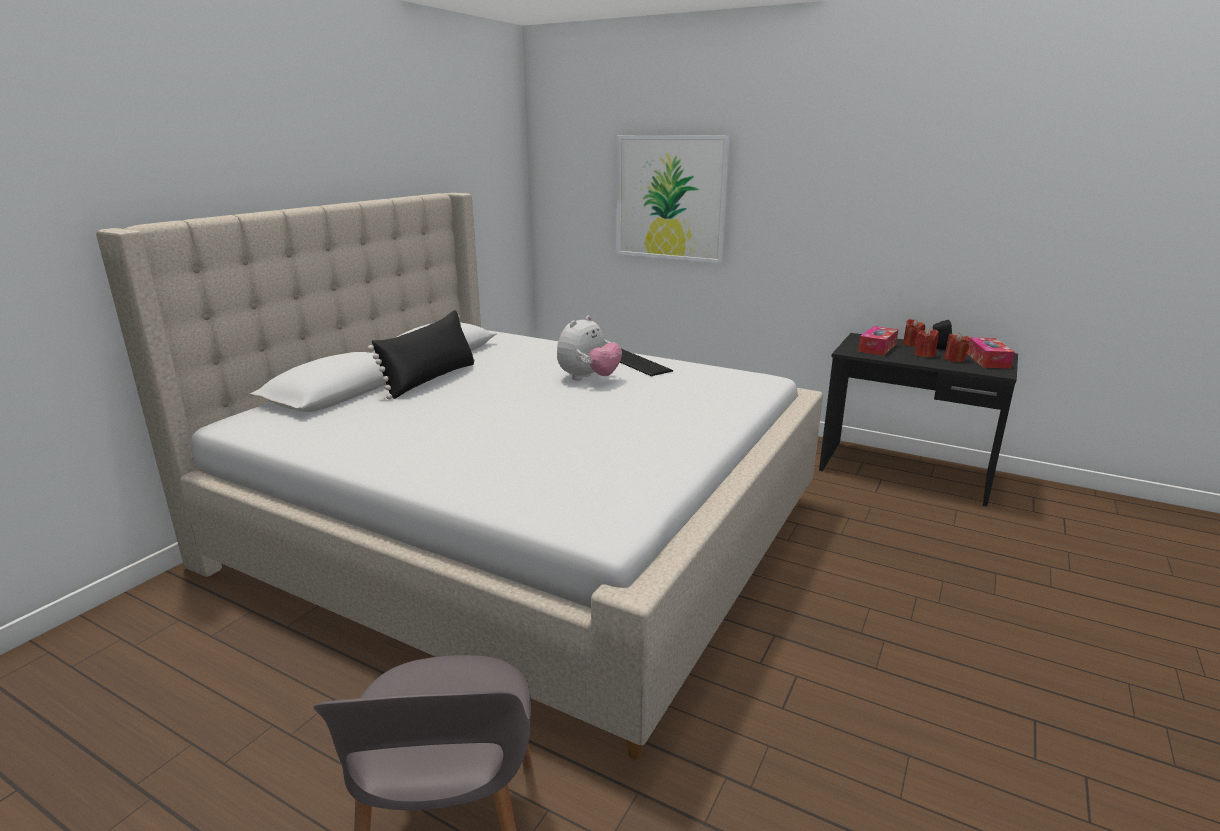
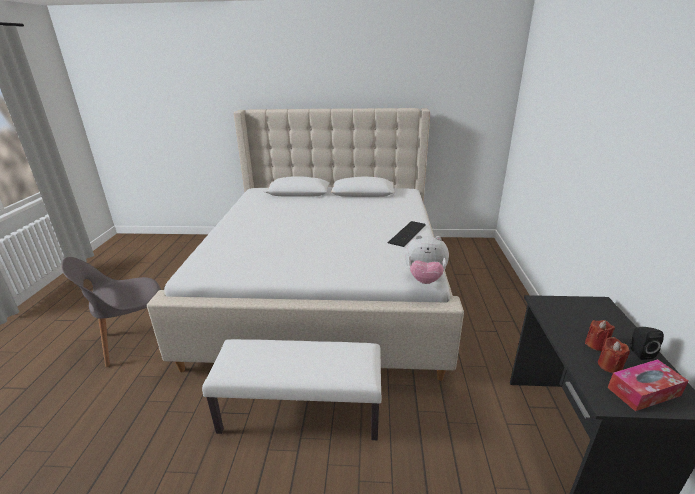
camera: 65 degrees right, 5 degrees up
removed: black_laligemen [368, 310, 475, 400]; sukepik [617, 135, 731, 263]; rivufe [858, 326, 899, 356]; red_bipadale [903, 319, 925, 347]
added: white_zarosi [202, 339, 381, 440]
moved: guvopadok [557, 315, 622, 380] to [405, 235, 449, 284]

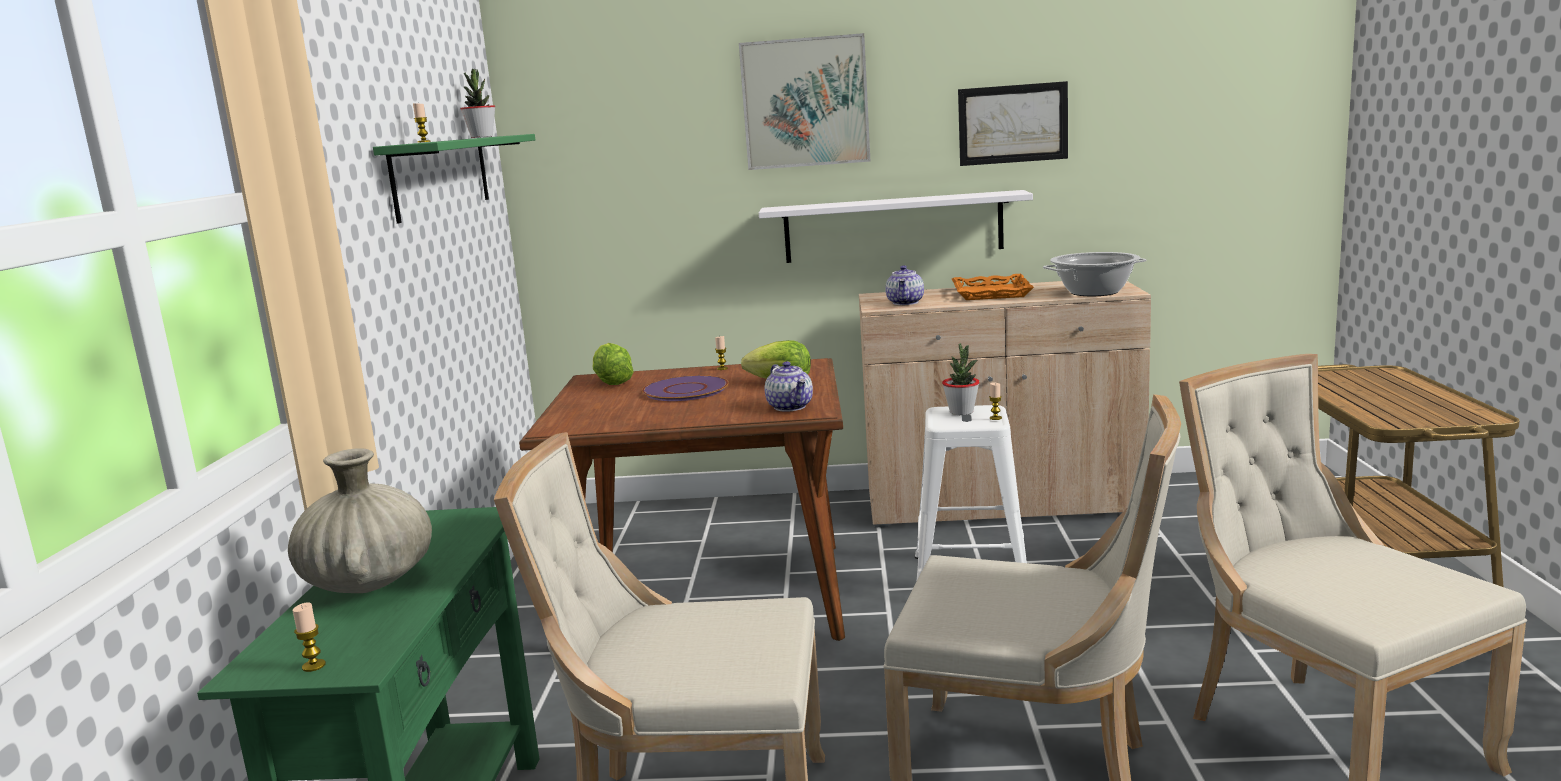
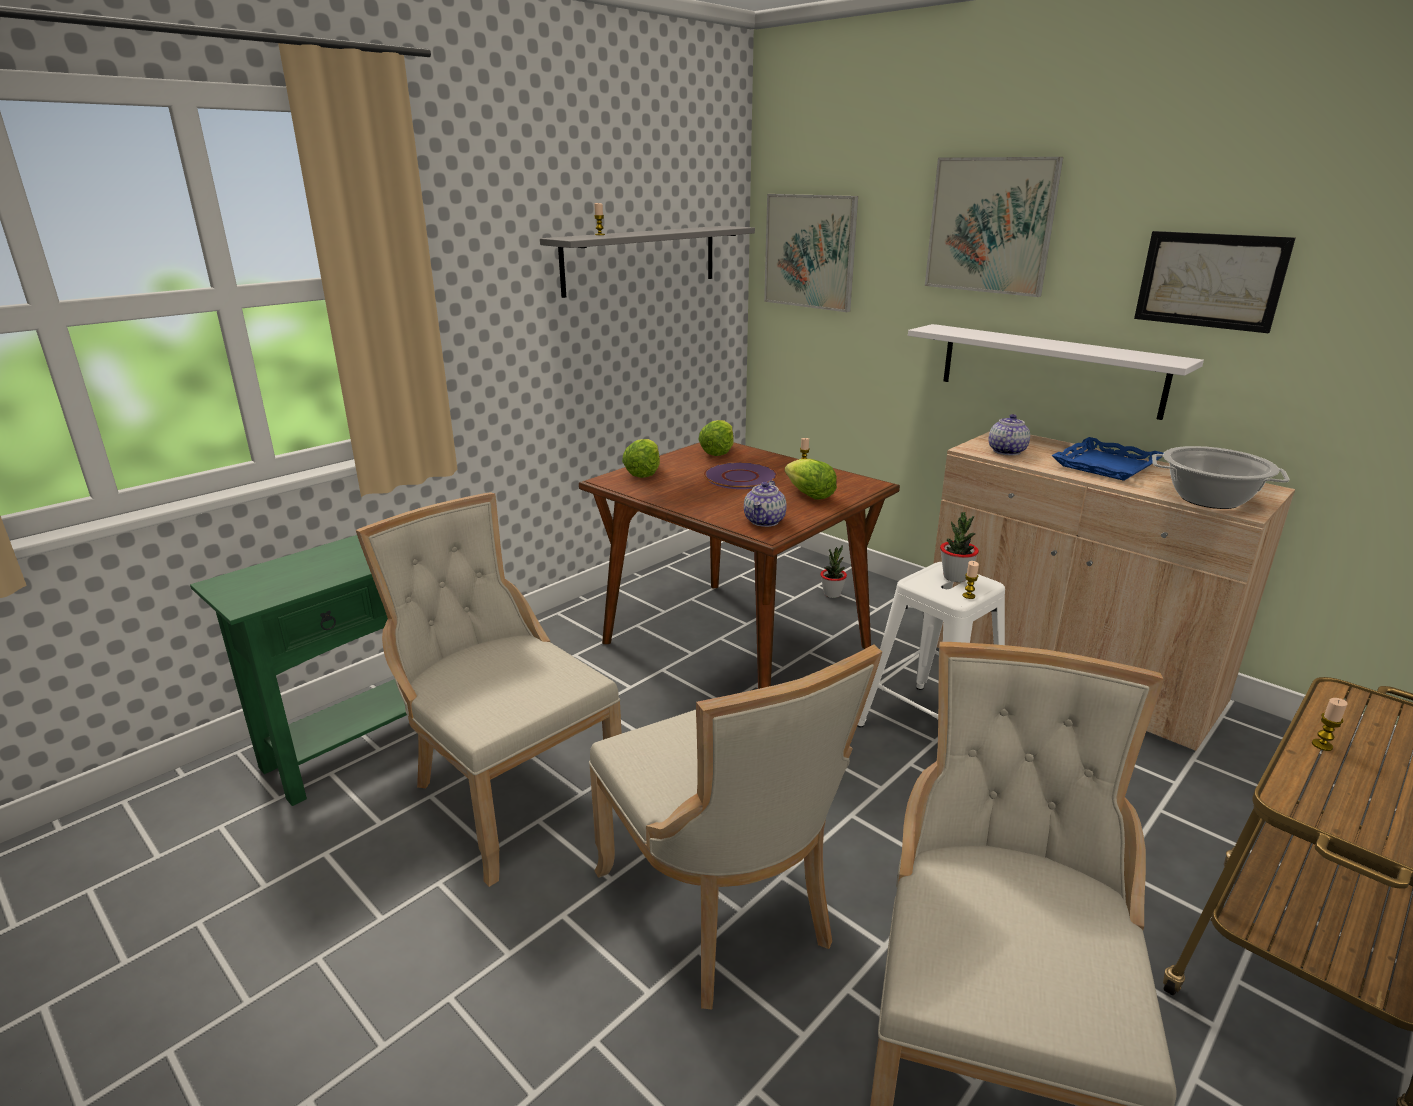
camera: 40 degrees right, 10 degrees up
removed: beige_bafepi [288, 448, 432, 593]
added: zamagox [622, 439, 660, 478]; sukepik [764, 194, 858, 312]
moved: bipadale [293, 602, 326, 672] to [1312, 698, 1348, 751]; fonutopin [460, 69, 495, 138] to [820, 545, 847, 598]
recoloured: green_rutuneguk [373, 134, 535, 224] to grey_rutuneguk [540, 226, 755, 298]; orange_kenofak [952, 274, 1034, 300] to blue_kenofak [1051, 437, 1163, 481]
turned: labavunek [885, 265, 924, 305] = [989, 414, 1030, 455] 150 degrees clockwise

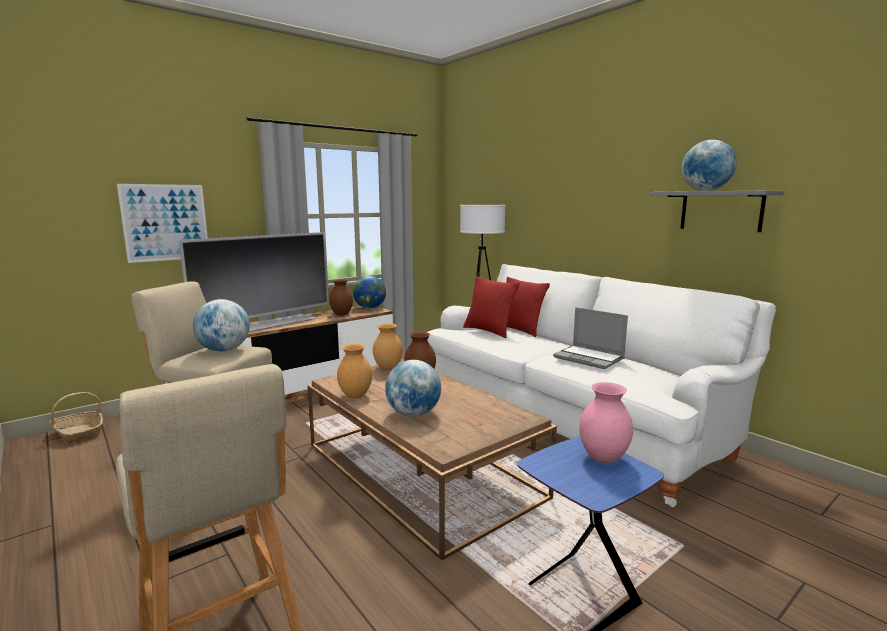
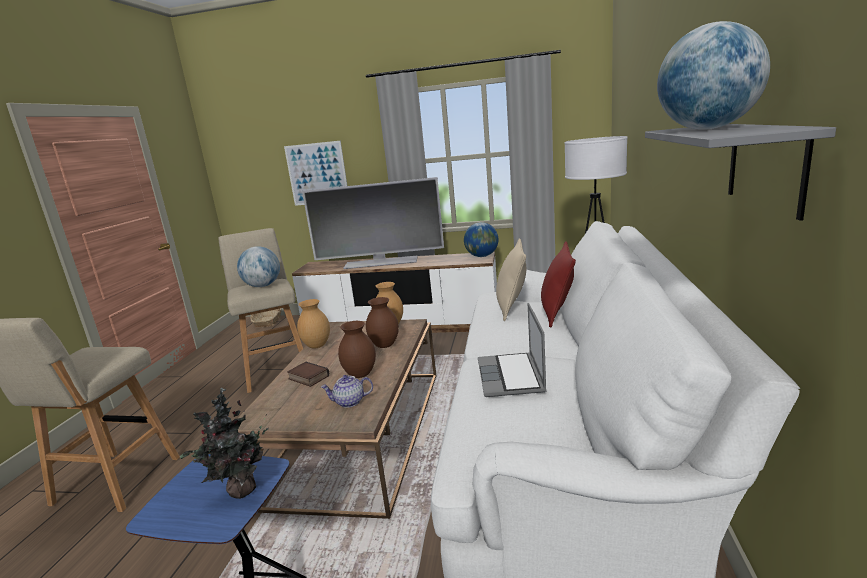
camera: 50 degrees right, 5 degrees up
added: labavunek [321, 375, 373, 408]
moved: brown_bafepi [329, 279, 353, 315] to [338, 321, 376, 378]
replaced: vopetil [385, 360, 441, 417] to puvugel [287, 362, 329, 387]; pink_bafepi [579, 382, 633, 463] to fonutopin [180, 388, 269, 499]
recoloured: red_laligemen [463, 276, 520, 338] to beige_laligemen [496, 238, 526, 321]

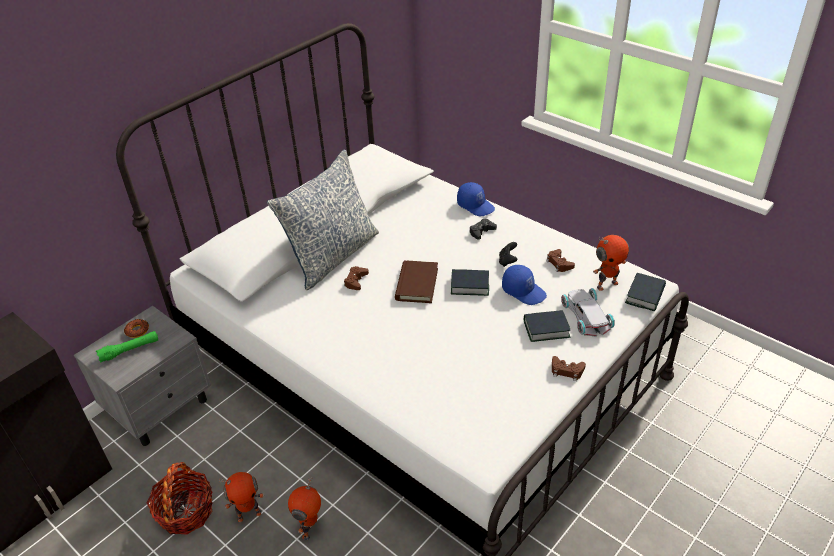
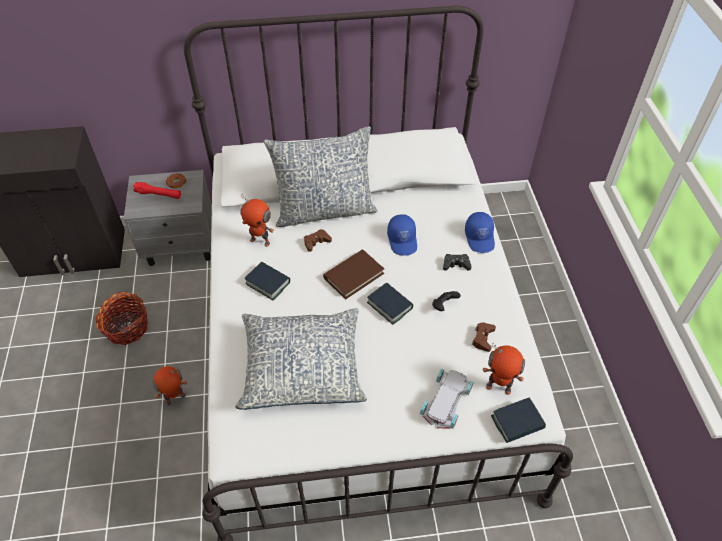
camera: 40 degrees right, 10 degrees up
removed: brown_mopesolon [552, 356, 586, 381]
added: laligemen [235, 308, 367, 410]
moved: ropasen [219, 472, 264, 522] to [240, 195, 274, 247]; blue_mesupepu [502, 265, 547, 305] to [387, 214, 417, 256]; puvugel [524, 310, 571, 342] to [244, 262, 290, 300]
recoloured: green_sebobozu [96, 331, 158, 363] to red_sebobozu [133, 182, 181, 199]

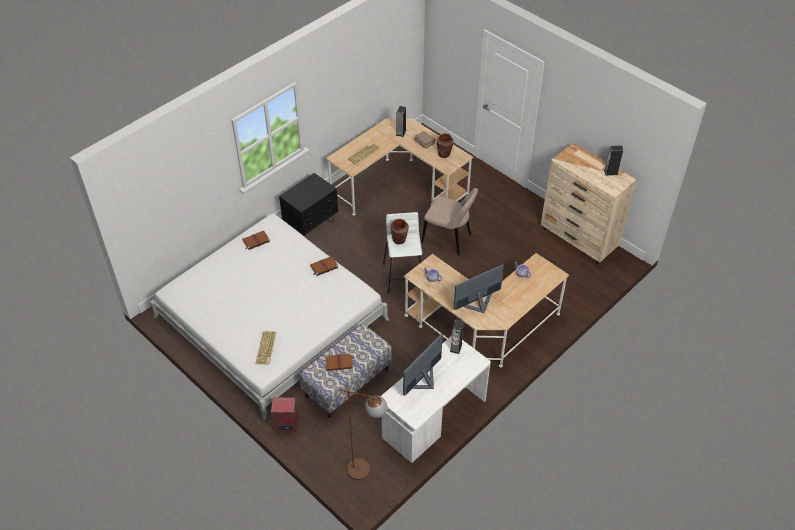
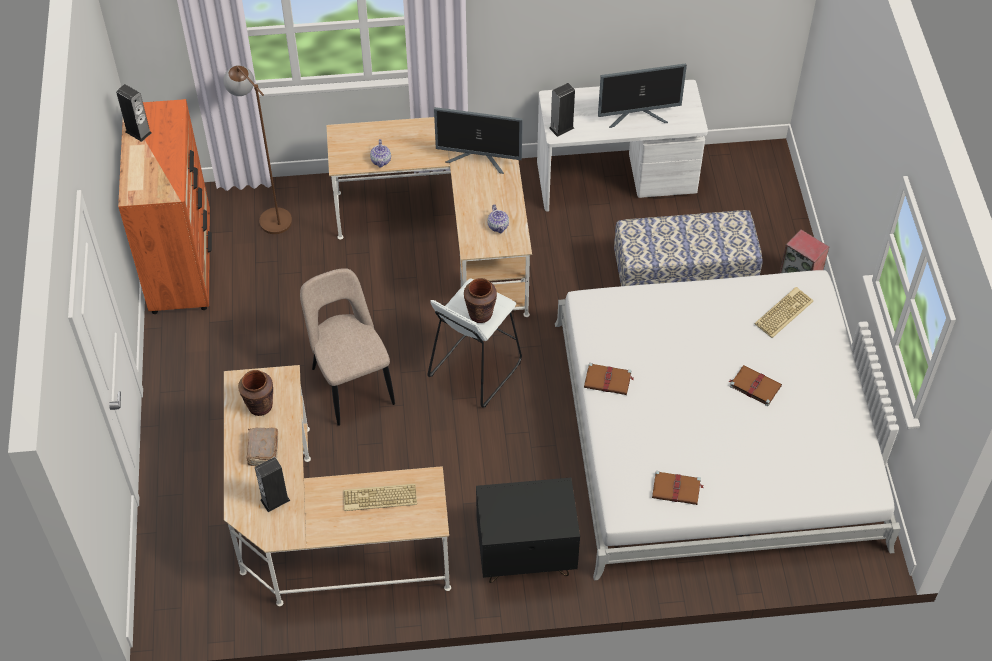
camera: 140 degrees left, 5 degrees up
moved: brown_puvugel [325, 353, 354, 371] to [729, 365, 782, 406]; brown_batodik [339, 389, 387, 480] to [223, 65, 292, 234]
recoloured: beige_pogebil [541, 143, 637, 264] to orange_pogebil [118, 99, 212, 314]

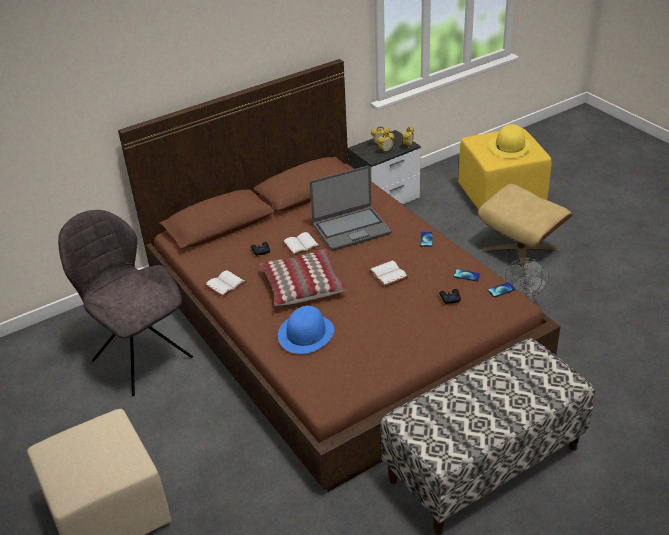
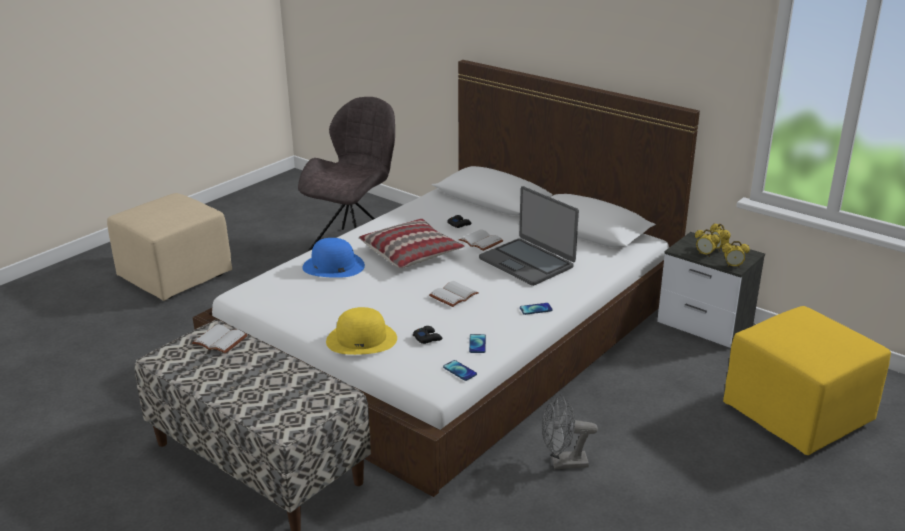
camera: 70 degrees right, 10 degrees down
removed: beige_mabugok [478, 184, 572, 267]
moved: white_puvugel [205, 270, 247, 297] to [192, 324, 248, 353]; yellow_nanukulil [489, 124, 532, 158] to [326, 307, 397, 355]
recoloured: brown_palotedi [118, 59, 561, 492] to white_palotedi [193, 60, 700, 497]

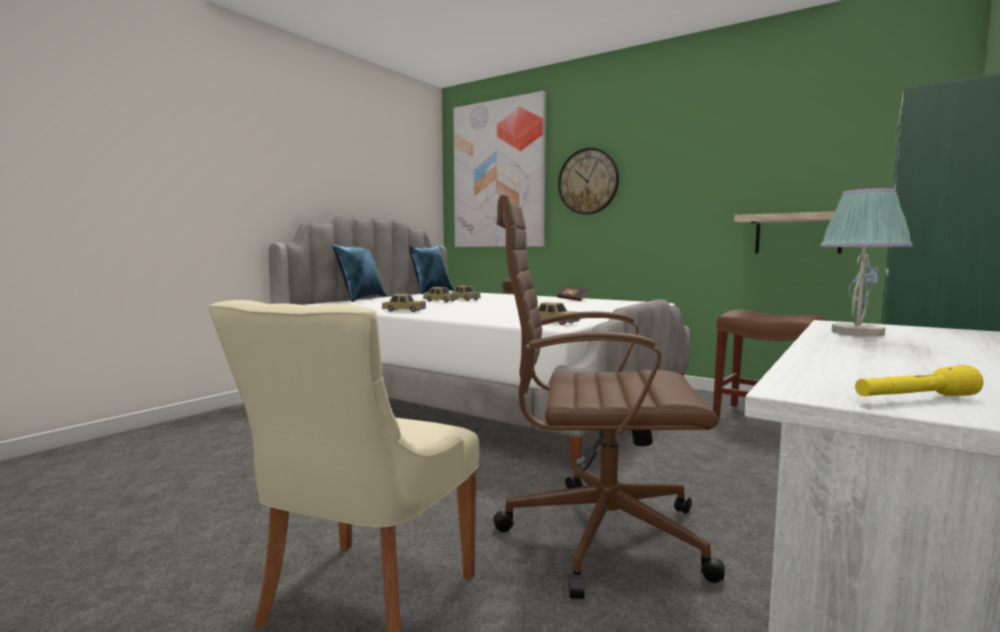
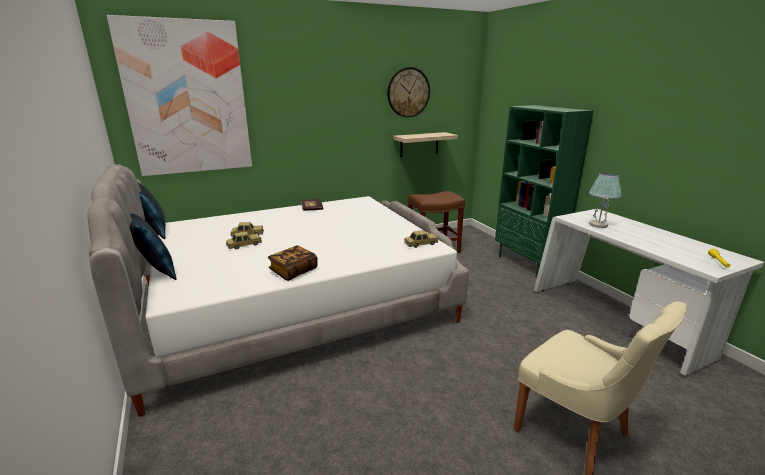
camera: 60 degrees left, 15 degrees up
removed: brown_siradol [493, 195, 725, 599]
moved: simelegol [558, 148, 619, 215] to [387, 67, 430, 118]
replaced: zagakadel [382, 294, 426, 312] to puvugel [268, 245, 318, 281]

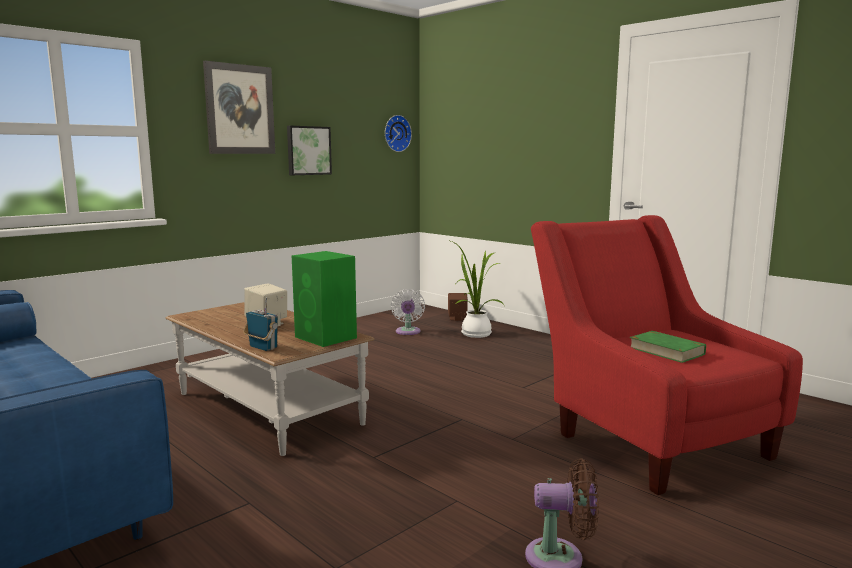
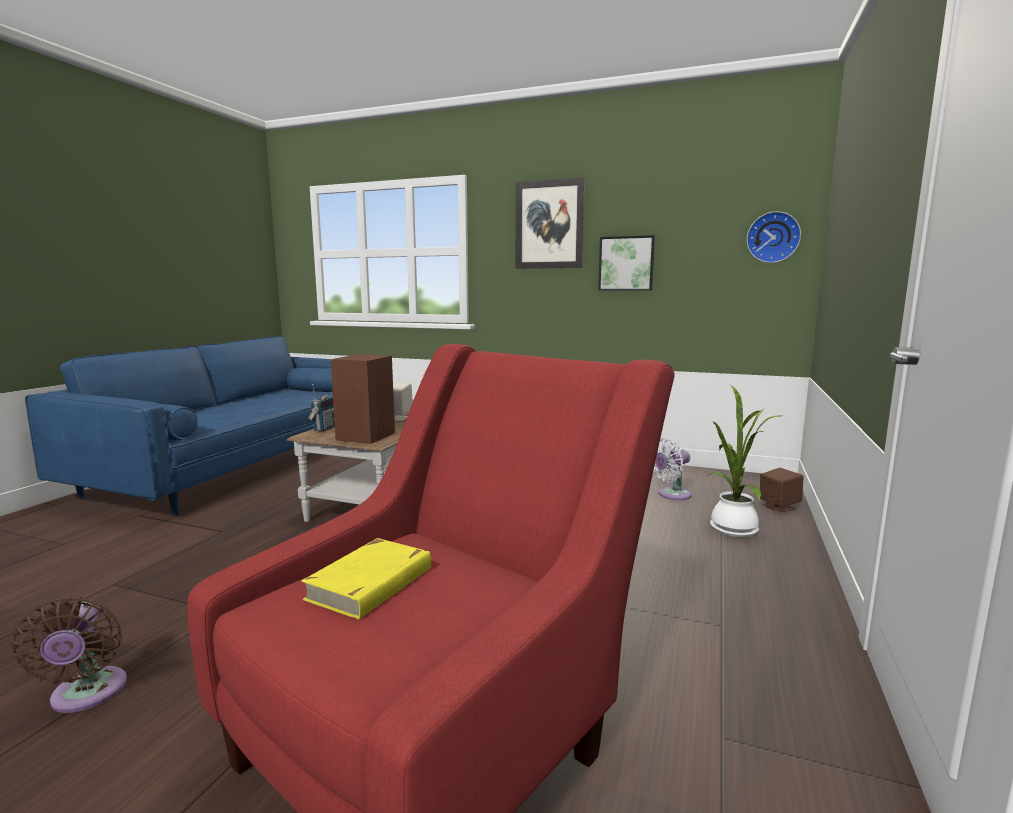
camera: 65 degrees right, 0 degrees up
recoloured: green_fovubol [291, 251, 357, 347] to brown_fovubol [331, 354, 395, 444]; green_puvugel [629, 331, 706, 363] to yellow_puvugel [301, 538, 431, 620]

